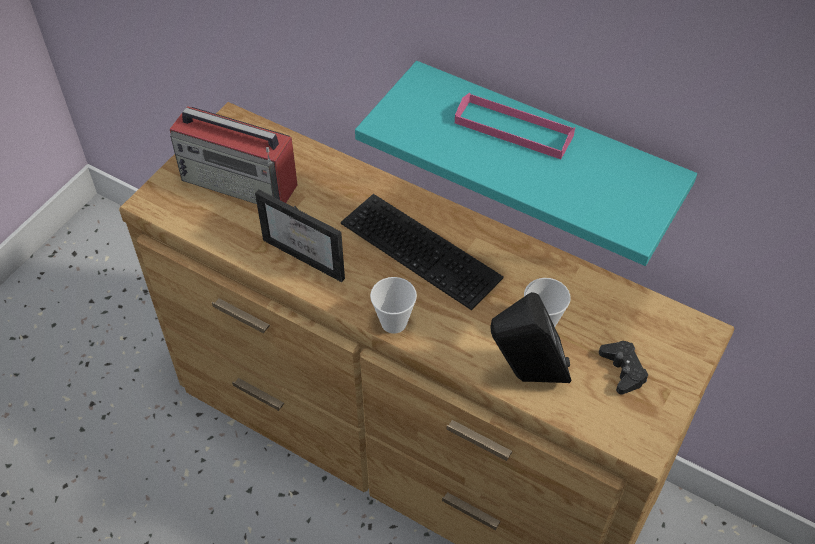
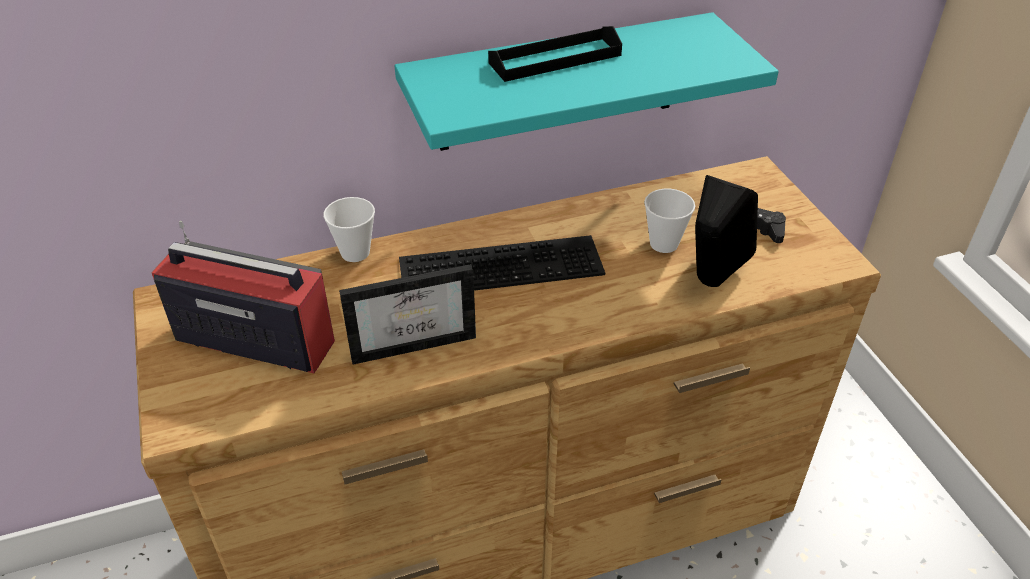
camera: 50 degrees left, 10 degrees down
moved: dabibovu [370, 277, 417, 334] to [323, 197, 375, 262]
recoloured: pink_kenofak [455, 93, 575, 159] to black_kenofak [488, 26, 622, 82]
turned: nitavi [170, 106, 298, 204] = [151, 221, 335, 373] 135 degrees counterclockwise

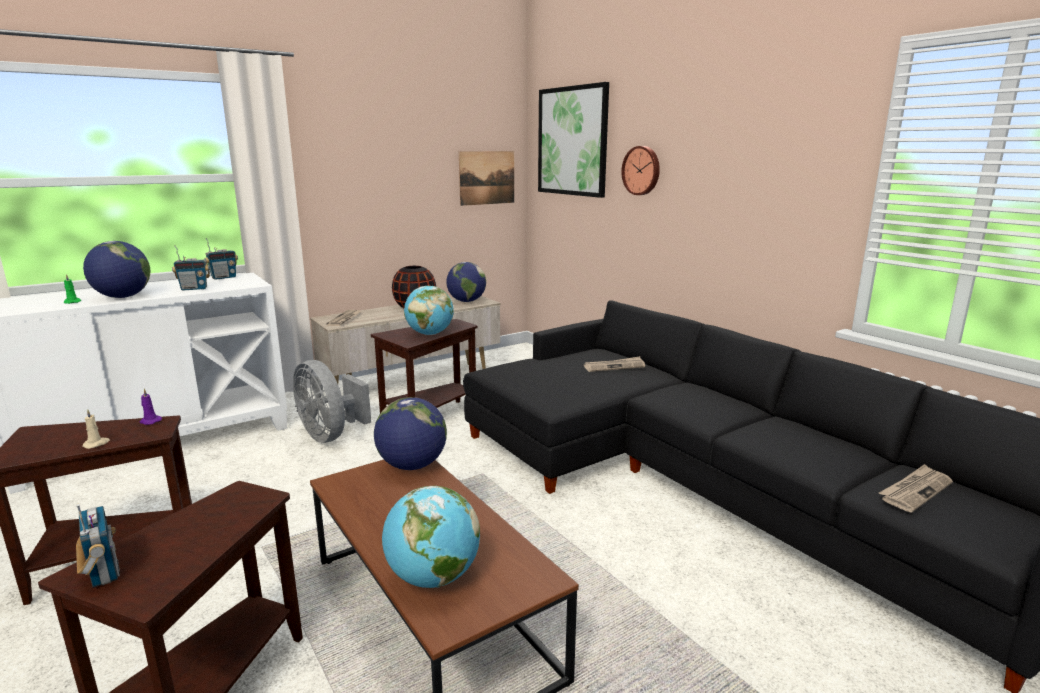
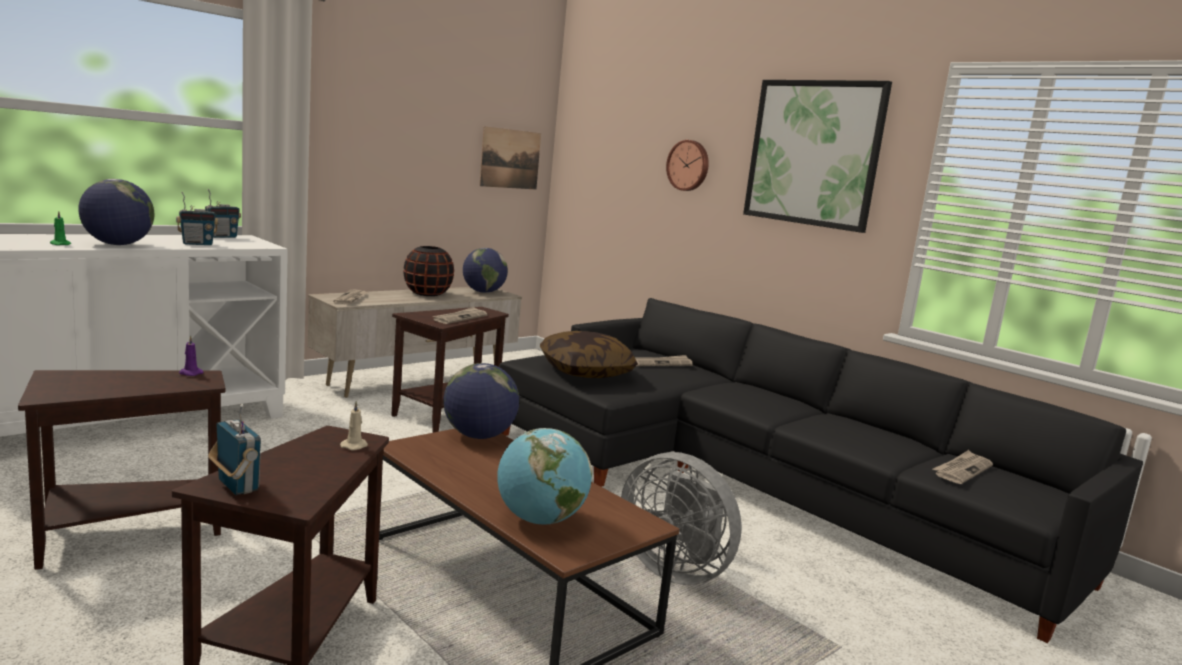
camera: 10 degrees left, 5 degrees down
added: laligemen [540, 331, 638, 378]
moved: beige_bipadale [82, 409, 110, 449] to [340, 401, 368, 450]; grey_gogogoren [293, 360, 371, 443] to [621, 452, 742, 585]; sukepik [538, 82, 609, 198] to [743, 80, 892, 233]
replaced: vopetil [404, 286, 454, 335] to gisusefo [432, 307, 488, 324]

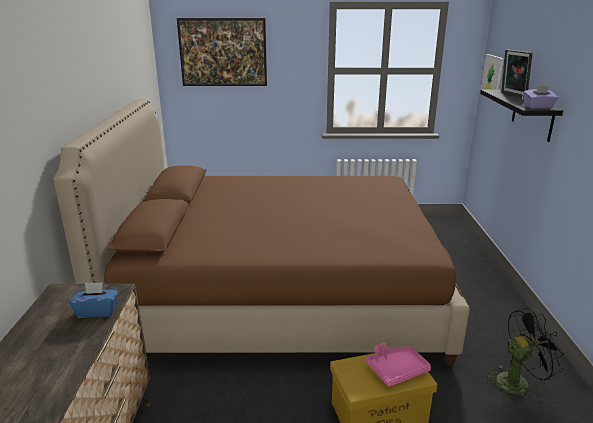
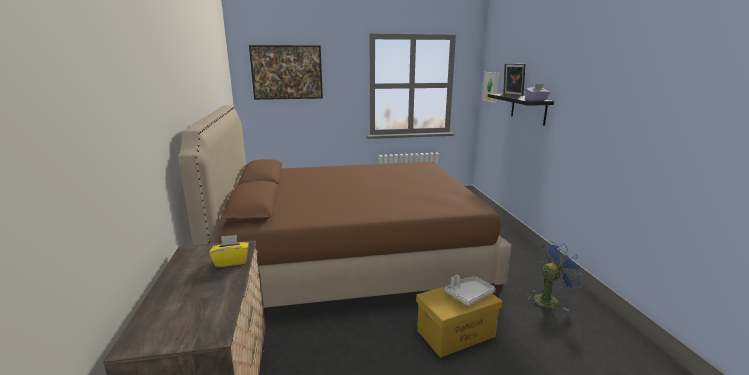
camera: 10 degrees left, 5 degrees down
recoloured: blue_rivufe [69, 282, 118, 318] to yellow_rivufe [209, 235, 249, 267]; pink_kenofak [366, 343, 431, 387] to grey_kenofak [445, 275, 496, 306]; black_gogogoren [485, 308, 564, 402] to blue_gogogoren [526, 242, 585, 311]

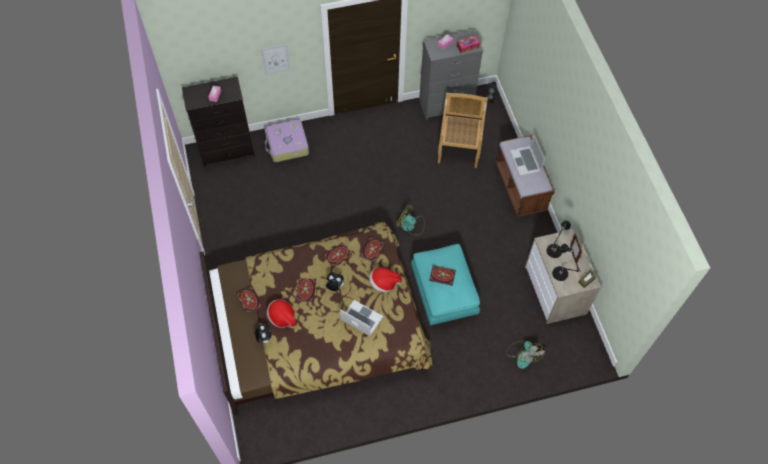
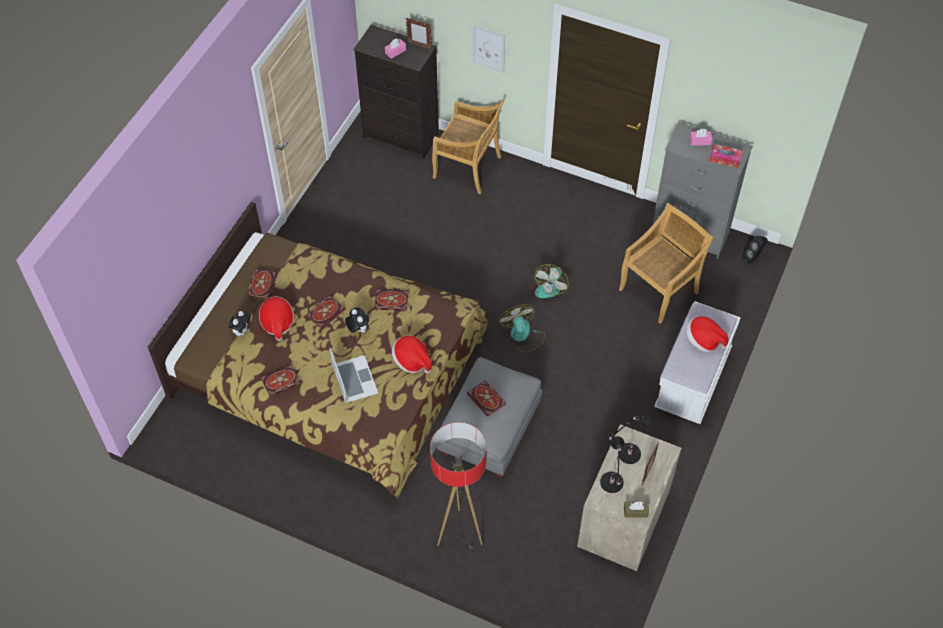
camera: 40 degrees right, 5 degrees down
added: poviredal [406, 18, 432, 49]; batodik [430, 422, 487, 549]
moved: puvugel [360, 237, 384, 263] to [260, 364, 300, 396]; gogogoren [506, 341, 545, 369] to [534, 264, 568, 298]
replaced: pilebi [265, 119, 309, 162] to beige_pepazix [432, 98, 505, 194]; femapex [510, 135, 545, 176] to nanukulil [686, 316, 729, 352]
recoloured: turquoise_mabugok [411, 244, 480, 326] to grey_mabugok [437, 357, 542, 478]; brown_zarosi [496, 135, 555, 217] to white_zarosi [654, 301, 741, 424]

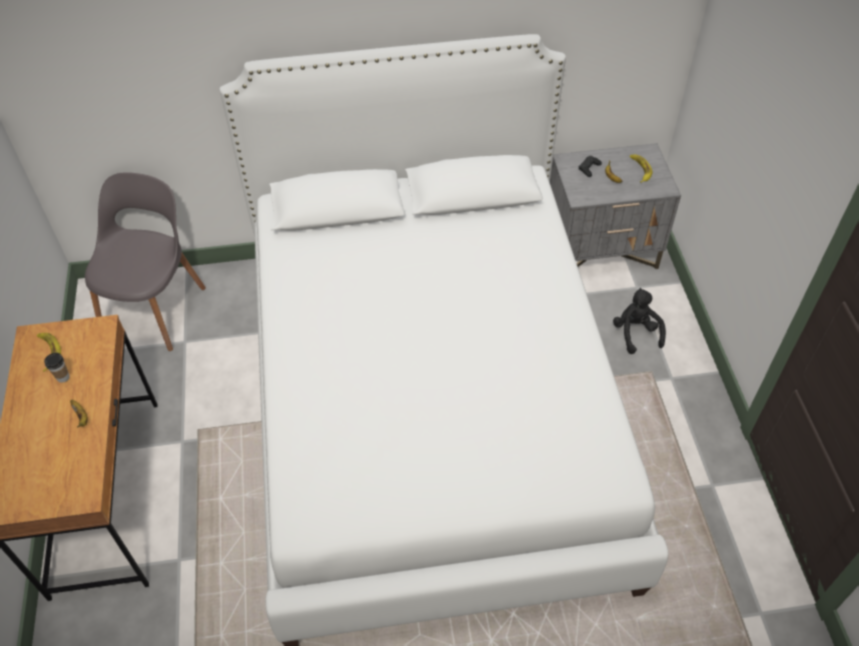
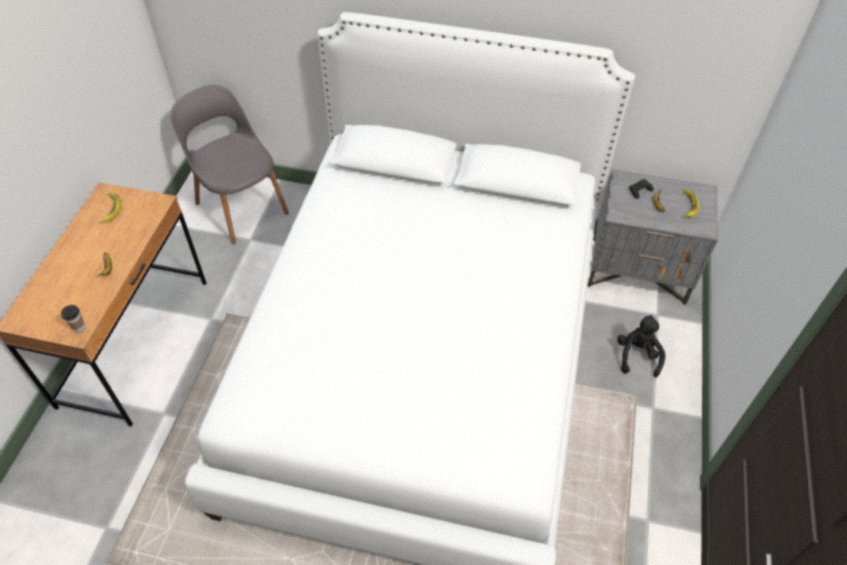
camera: 20 degrees right, 0 degrees up
moved: dabibovu [44, 353, 70, 383] to [61, 305, 86, 333]
turned: grey_pepazix [85, 172, 206, 351] = [171, 85, 289, 244] 75 degrees counterclockwise

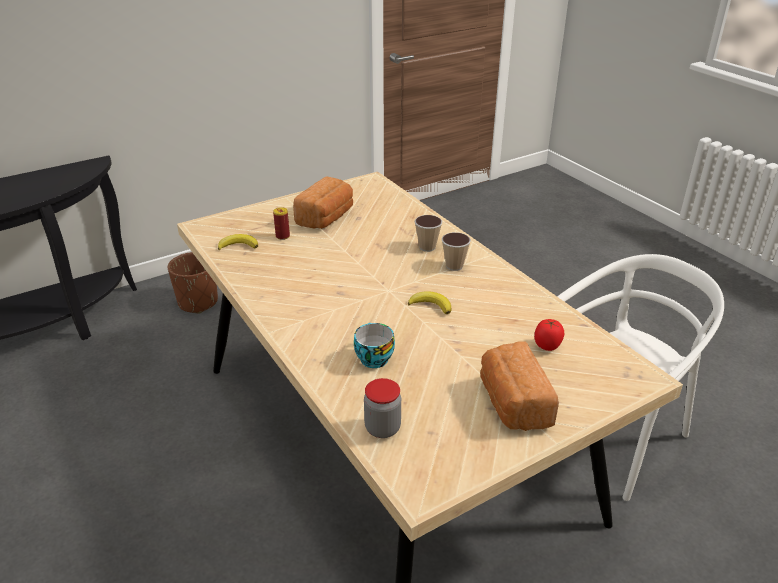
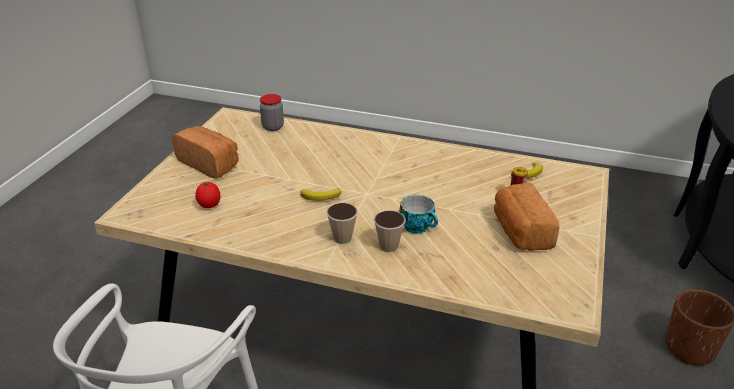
camera: 140 degrees right, 0 degrees up
moved: dabibovu [354, 323, 395, 368] to [399, 195, 438, 234]

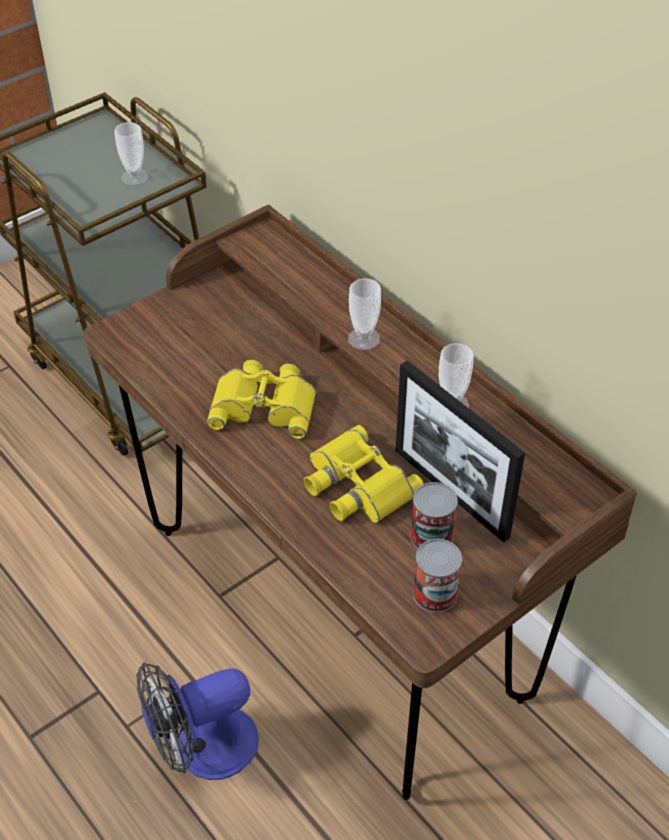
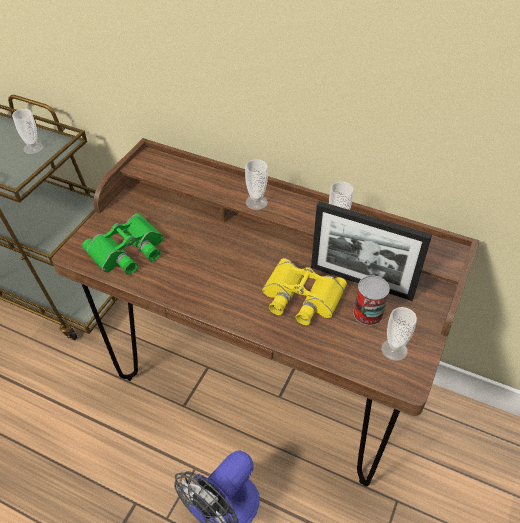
camera: 25 degrees left, 0 degrees up
removed: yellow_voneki [207, 360, 316, 439]
added: green_voneki [82, 213, 163, 274]
replaced: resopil [413, 539, 462, 613] to dabibovu [381, 307, 417, 361]

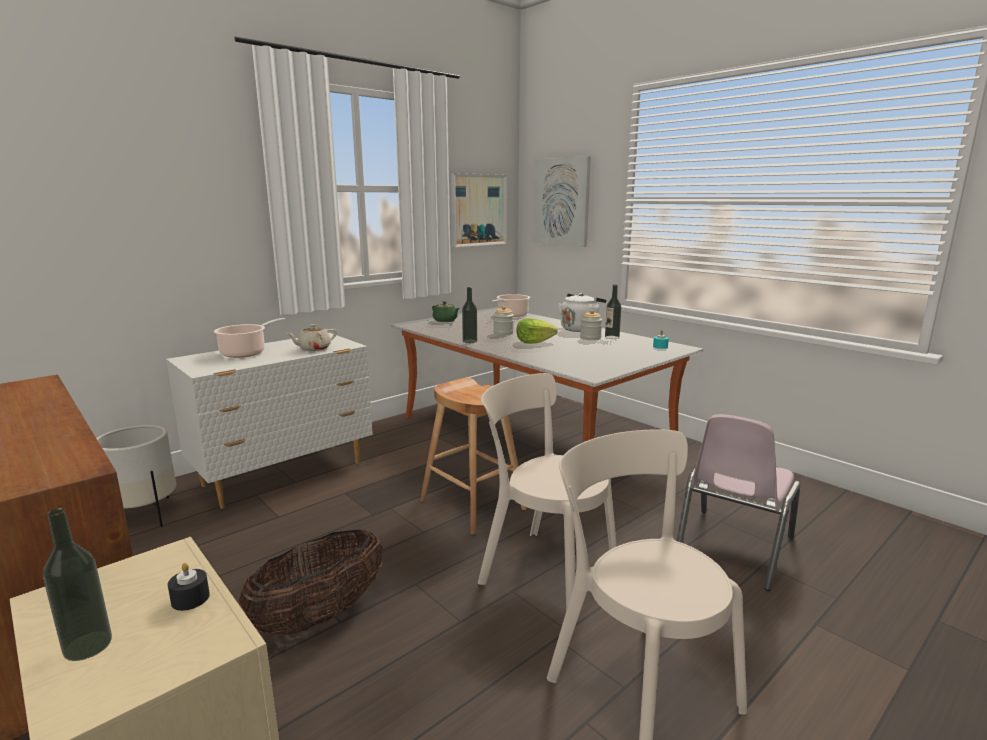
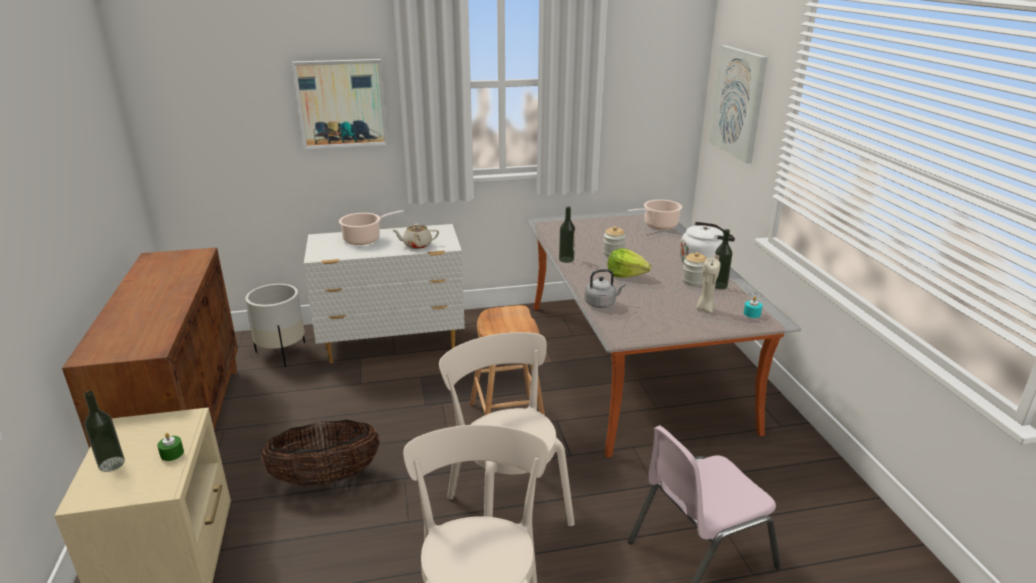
camera: 30 degrees right, 10 degrees up
removed: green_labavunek [432, 301, 460, 322]
added: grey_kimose [584, 269, 626, 308]; beige_bipadale [696, 258, 721, 313]
moved: sukepik [451, 173, 507, 247] to [292, 59, 388, 149]
recoloured: black_bipadale [168, 563, 210, 611] to green_bipadale [157, 433, 184, 461]

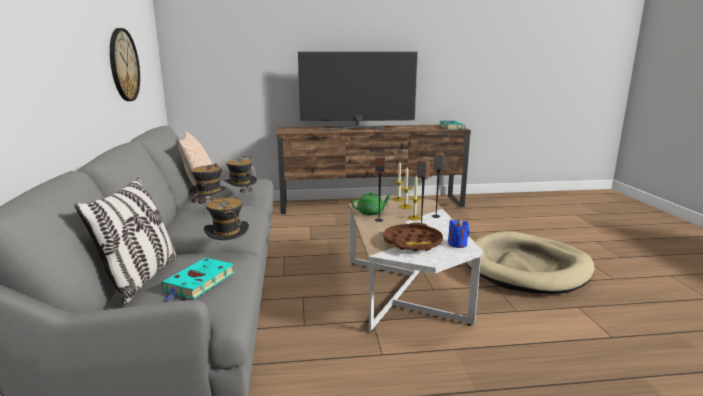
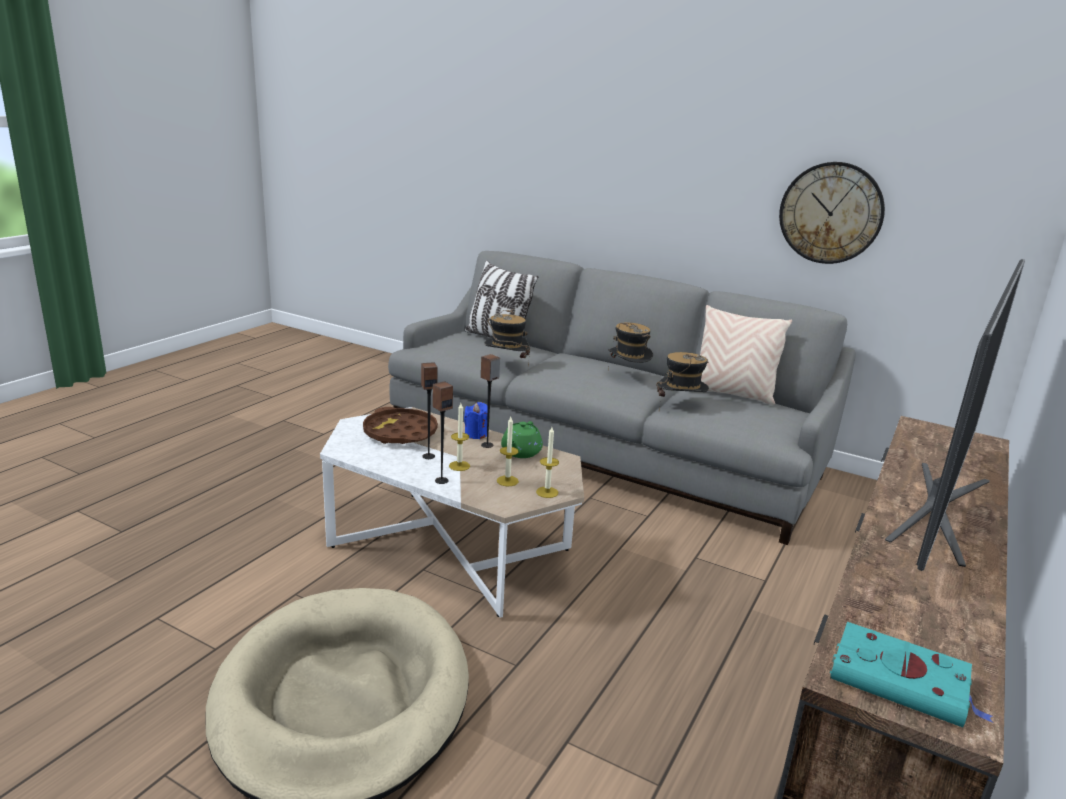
camera: 125 degrees right, 5 degrees up
removed: turquoise_puvugel [161, 258, 235, 301]
moved: blue_bipadale [448, 219, 470, 248] to [464, 402, 487, 439]

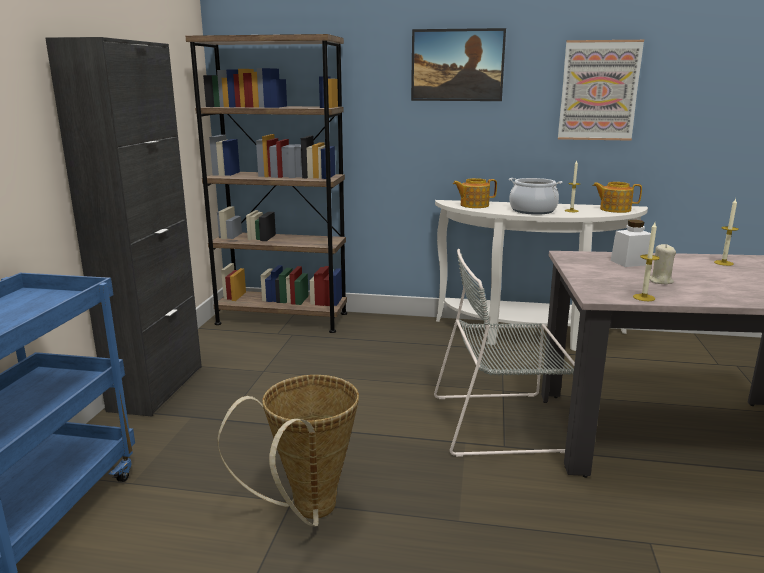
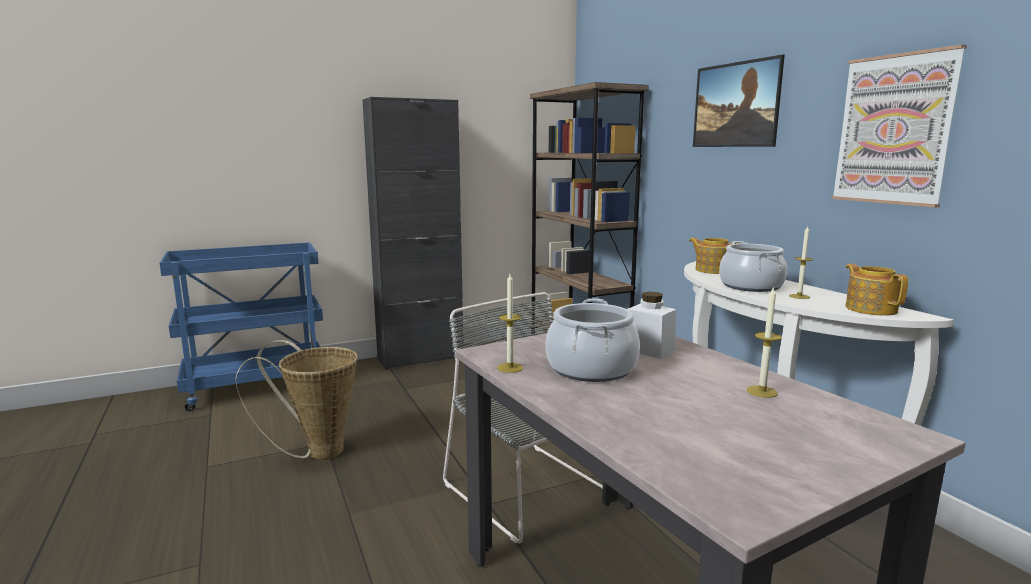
camera: 55 degrees right, 5 degrees down
replaced: beige_bipadale [650, 244, 676, 285] to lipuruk [546, 298, 640, 382]

